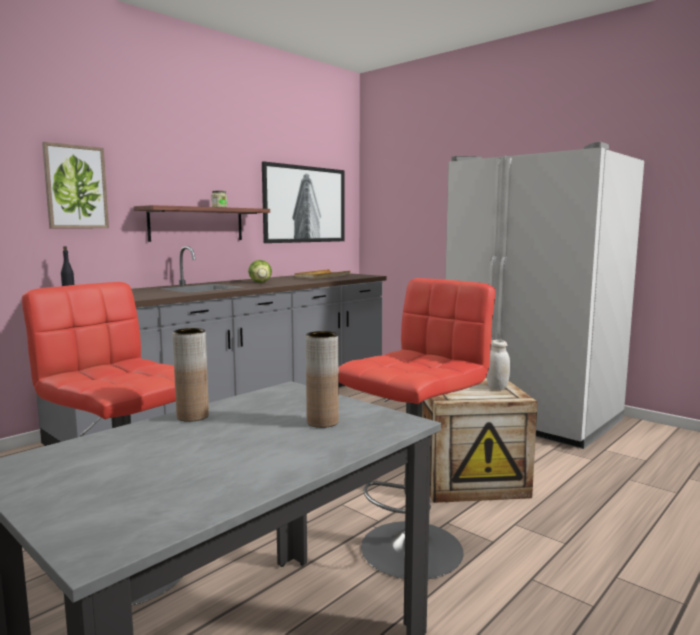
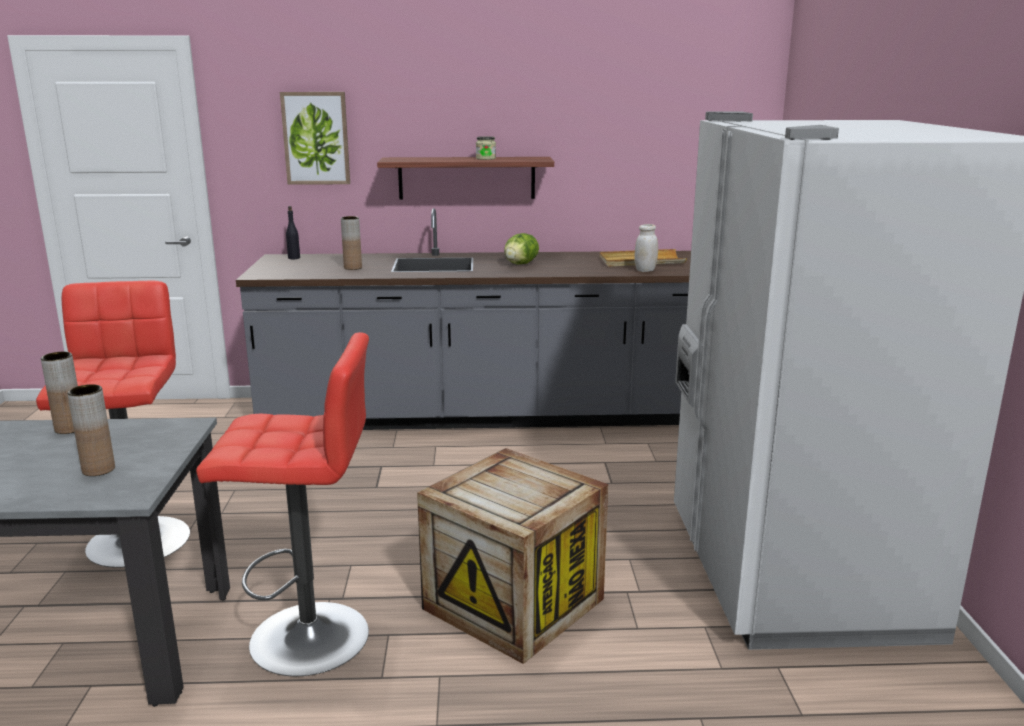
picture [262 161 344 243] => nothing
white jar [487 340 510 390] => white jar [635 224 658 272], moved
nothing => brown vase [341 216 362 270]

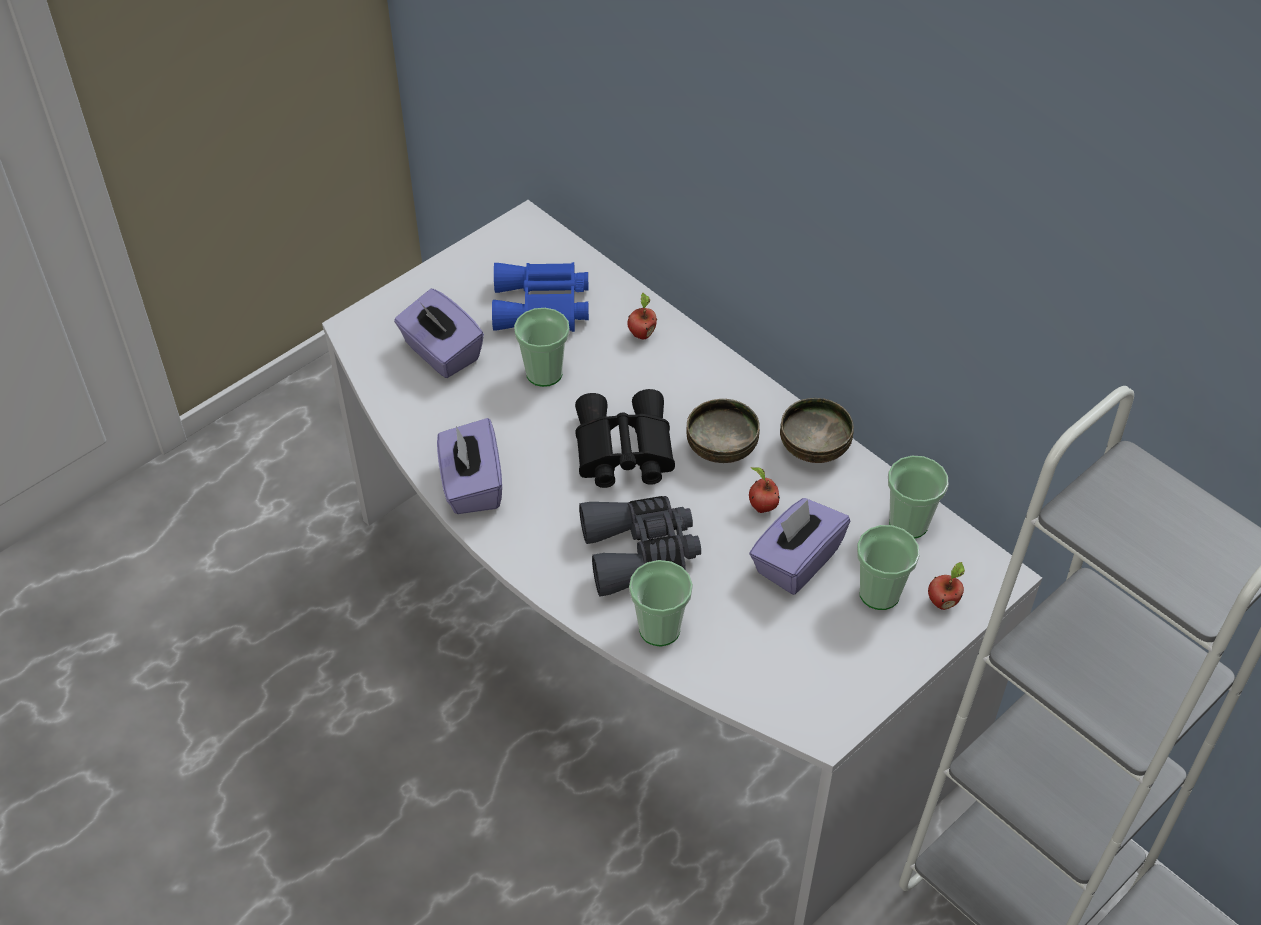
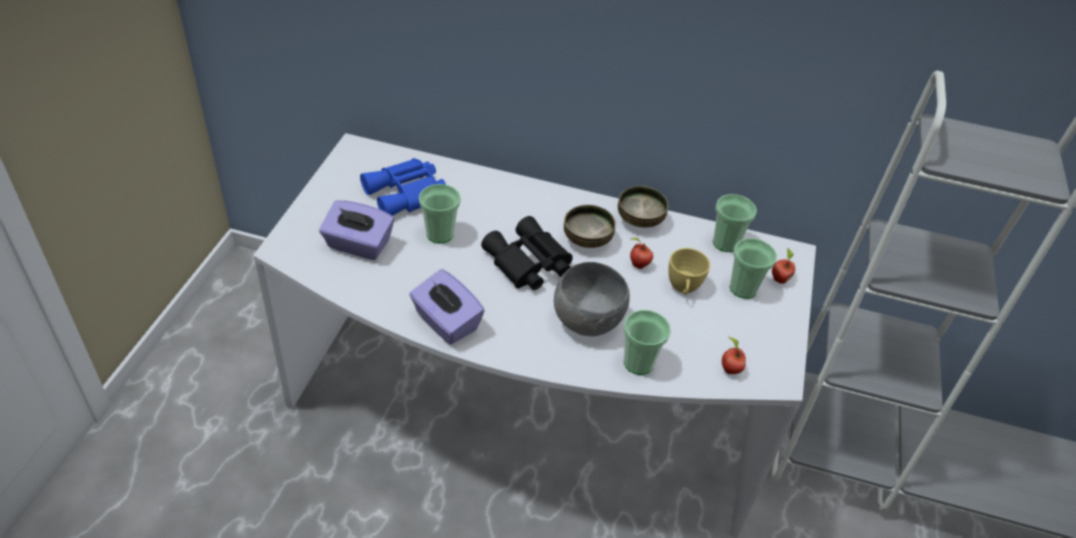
grey binoculars [579 496 701 596] => grey bowl [554 262 630 336]
apple [627 293 657 340] => apple [722 337 746 374], moved
purple tissue box [749 498 850 595] => yellow cup [668 248 710 295]

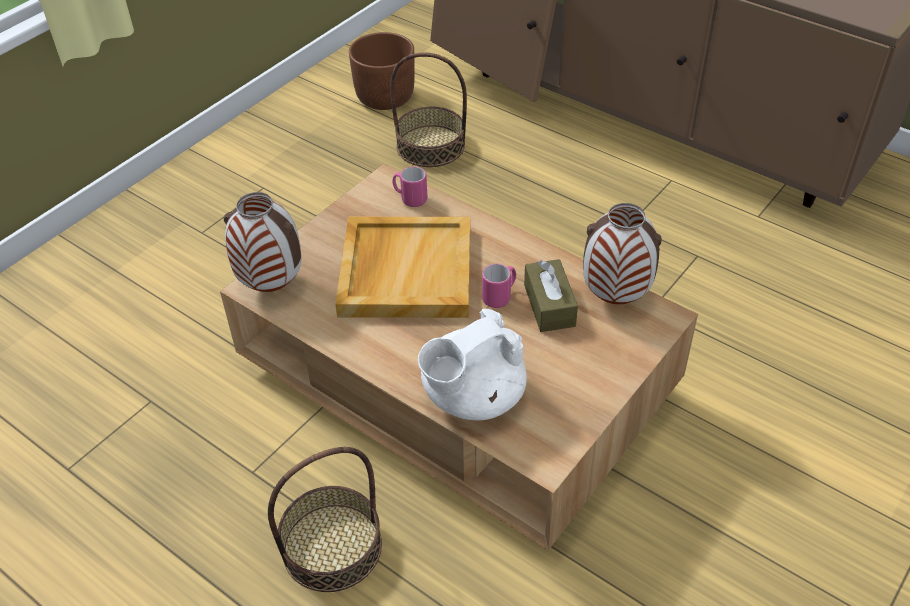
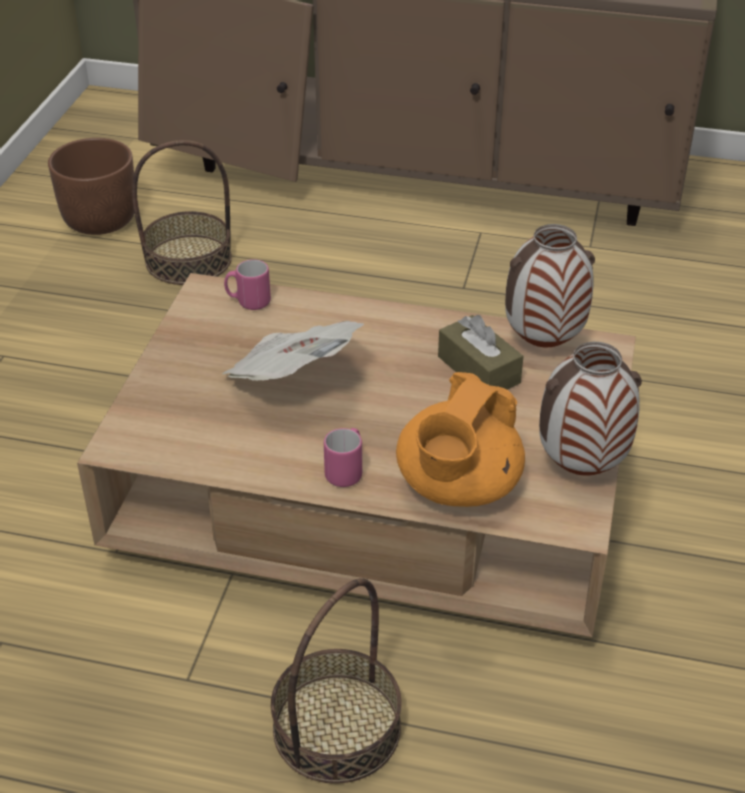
vase [224 192 302 292] => vase [539 342 642 475], moved
beige tray [335 217 470 318] => newspaper [222 321 364 381]
white teapot [418 309 527 421] => orange teapot [396 372 525 507]
pink mug [482 264 516 308] => pink mug [324 428 362 487], moved

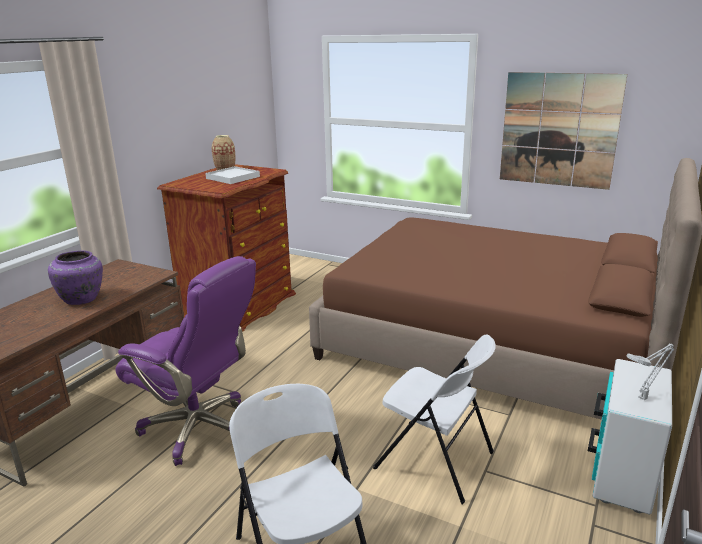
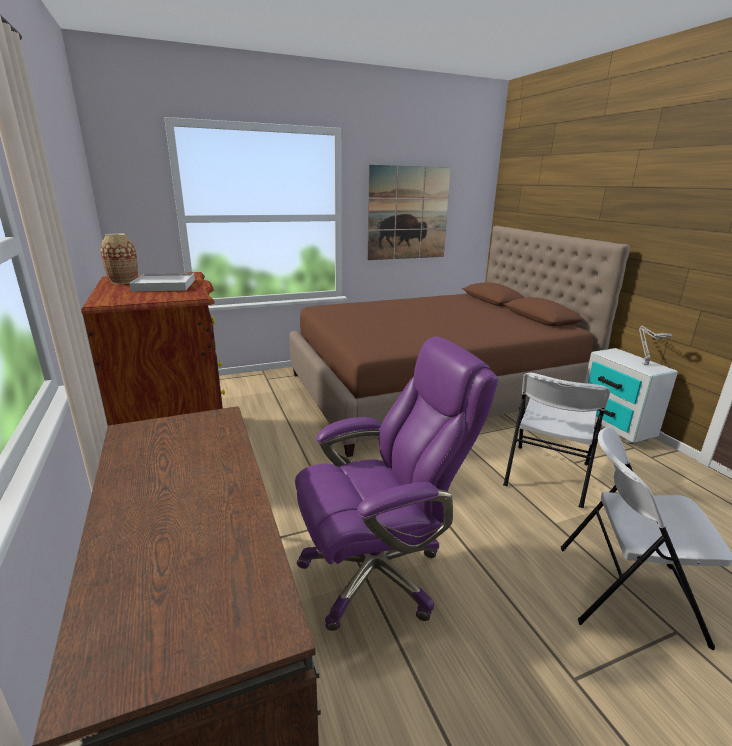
purple vase [48 250 103 305] => nothing
white chair [373 335 496 505] => white chair [503 373 610 508], 135 degrees clockwise

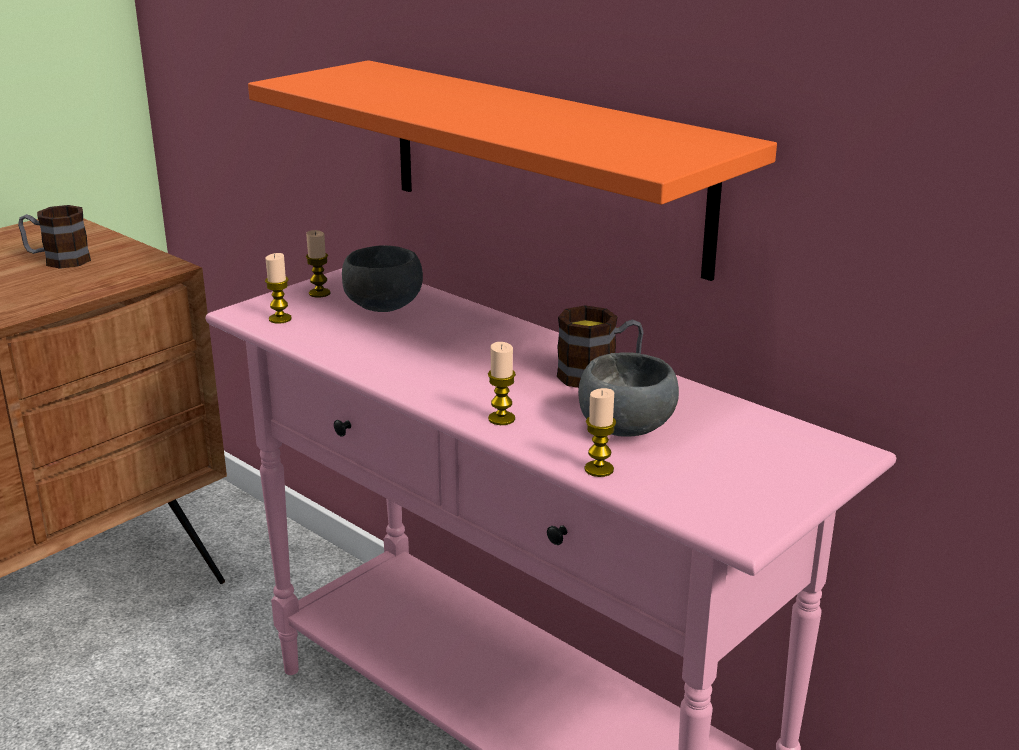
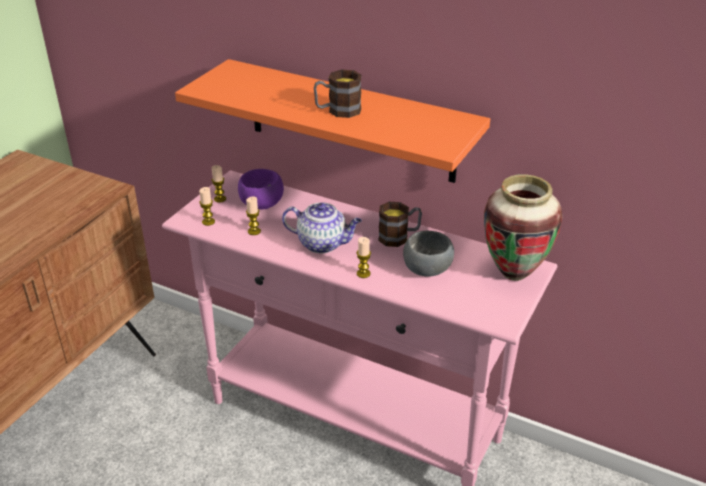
mug [18 205 91 269] => mug [314 69 362 118], moved
grey bowl [342 245 423 312] => purple bowl [238 169 284 210]
candle [585 388 616 477] => candle [246 196 261 235], moved
nothing => teapot [282 202 362 253]
nothing => vase [484 174 562 281]

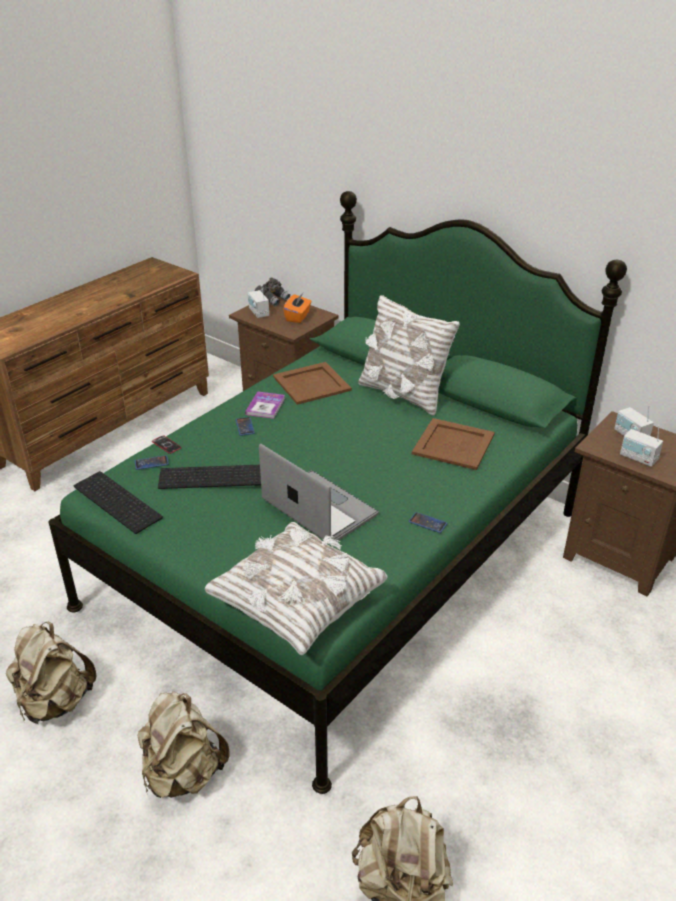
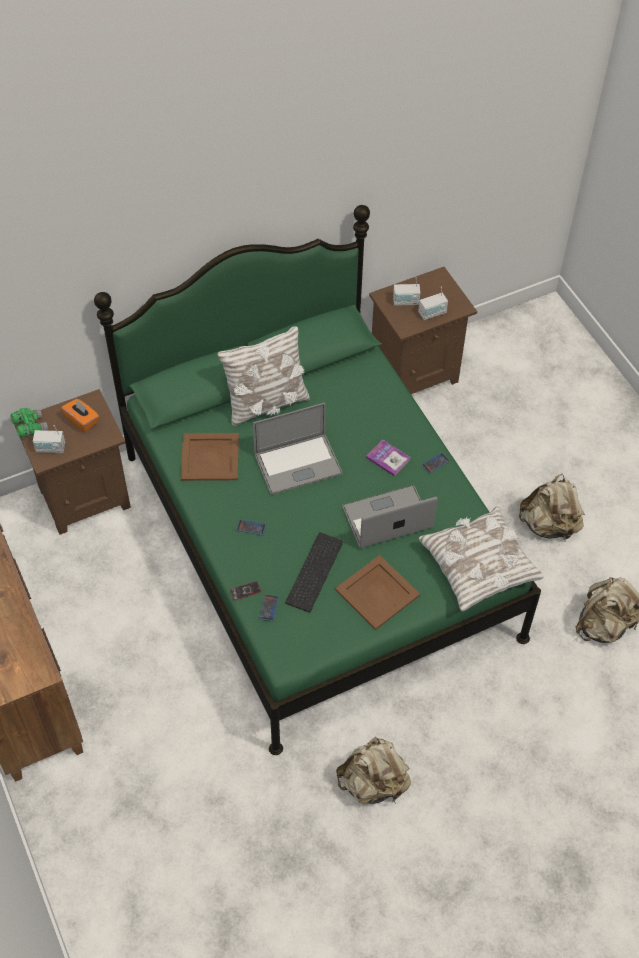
keyboard [74 471 163 534] => nothing
beige backpack [137 691 229 798] => beige backpack [519 474 585 540], moved
book [245 391 285 419] => book [366 439 411 477], moved
grey binoculars [255 278 290 306] => green binoculars [10 408 48 437]
brown tray [412 418 495 470] => brown tray [335 555 420 630], moved
nothing => laptop [253 402 342 495]

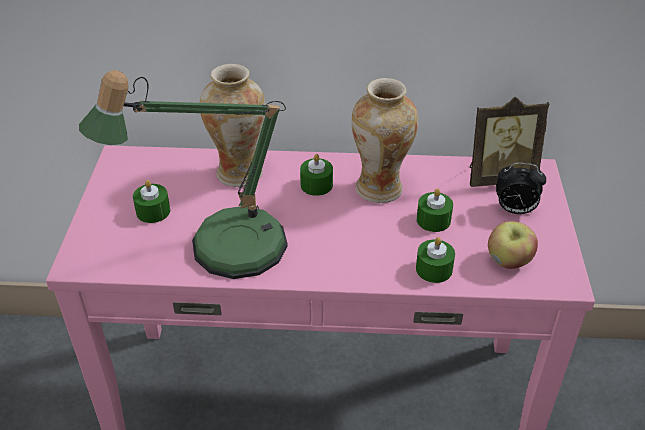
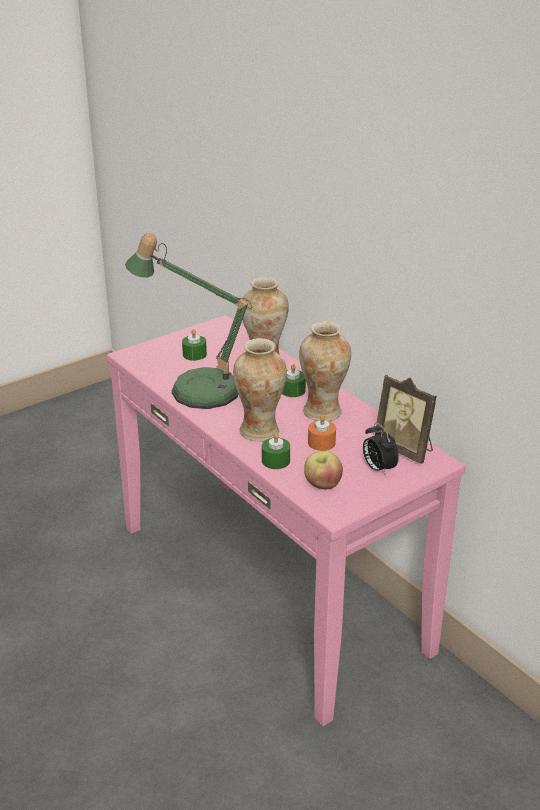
green candle [417 188 453 232] => orange candle [308 415 336 451]
nothing => vase [233 338 287 442]

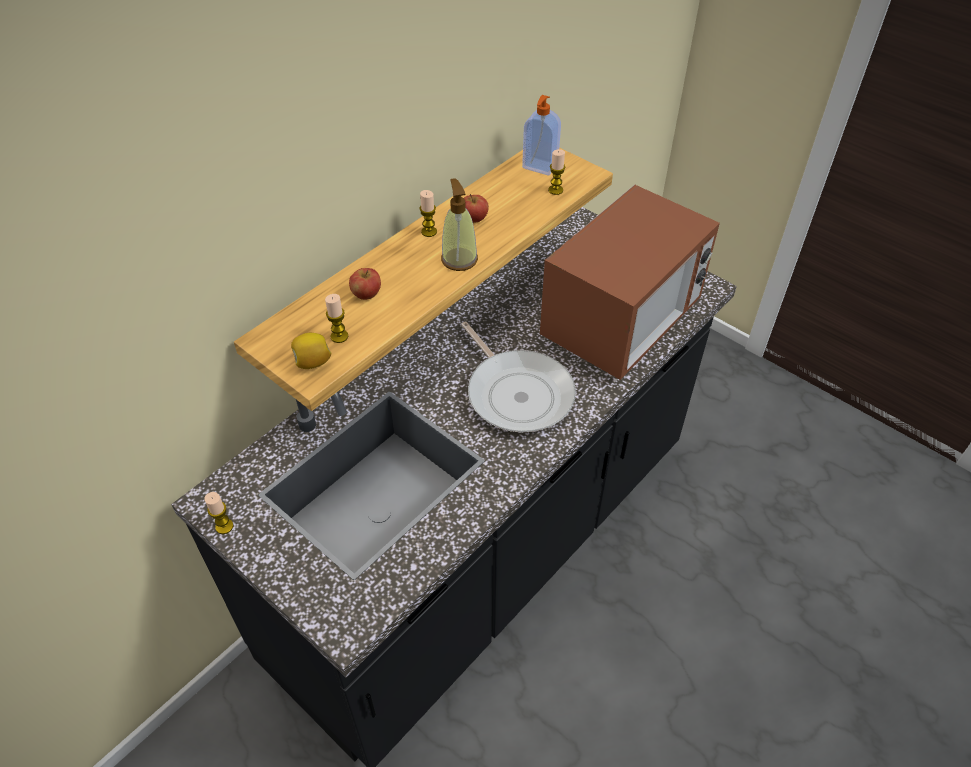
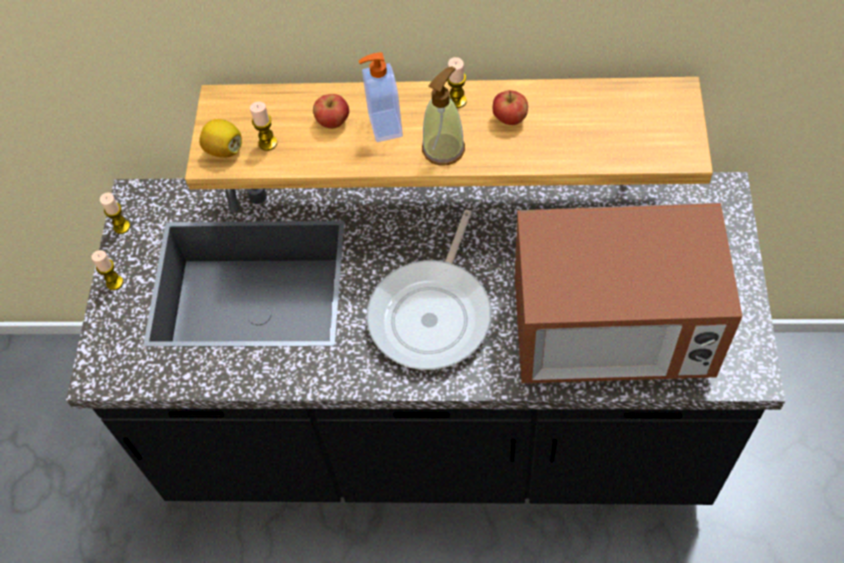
soap dispenser [522 95 561 175] => soap dispenser [359 52 403 142], moved
candle [548 149 565 195] => candle [91 250 123 290], moved

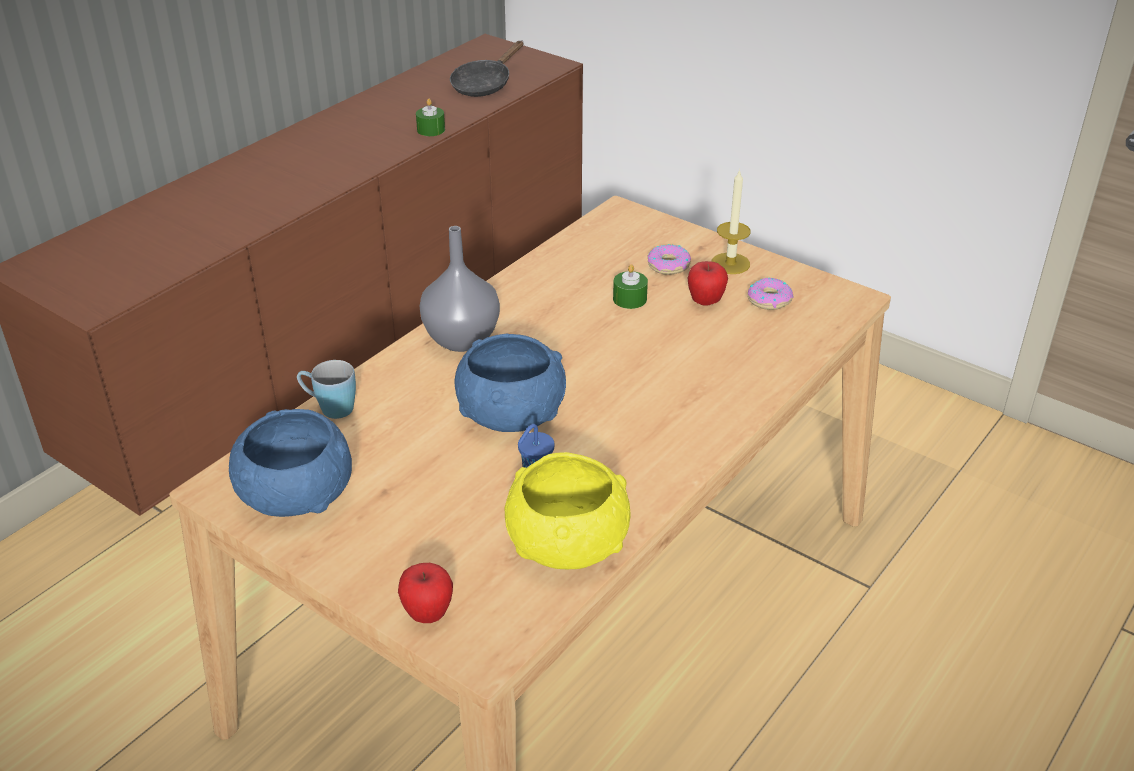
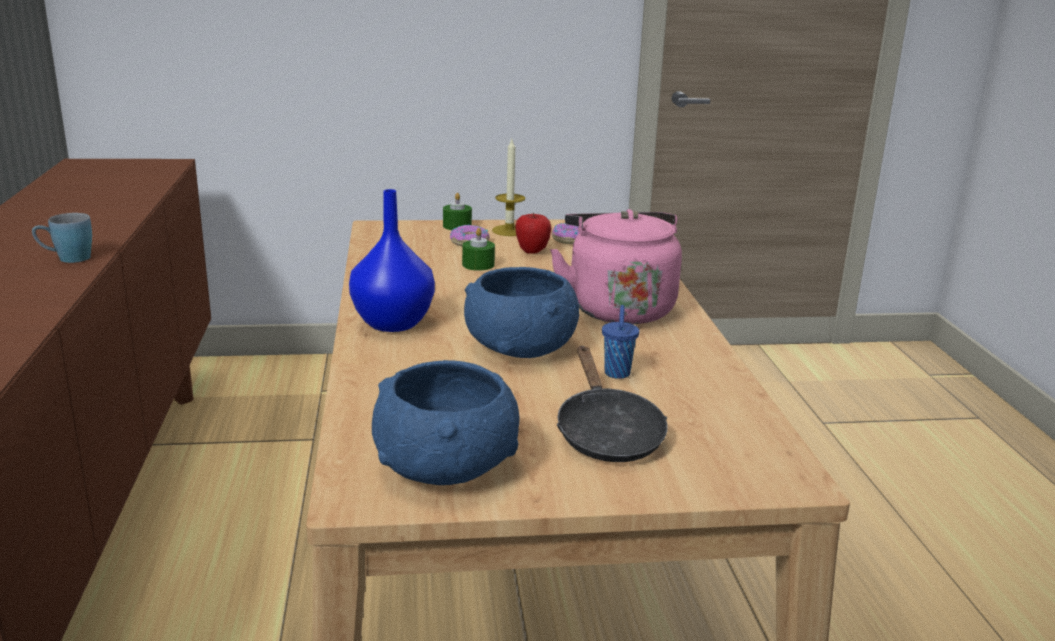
blue mug [297 360 356 419] => blue mug [32 213 92 263], moved
apple [398 563 453 623] => nothing
green candle [416 99 445 136] => green candle [443 193 472 230], moved
grey vase [419 226 500 352] => blue vase [349 189 435 332]
black frying pan [450 41 524 97] => black frying pan [557 346 668 462], moved
yellow bowl [505 452 631 569] => nothing
nothing => pink kettle [550 209 682 324]

